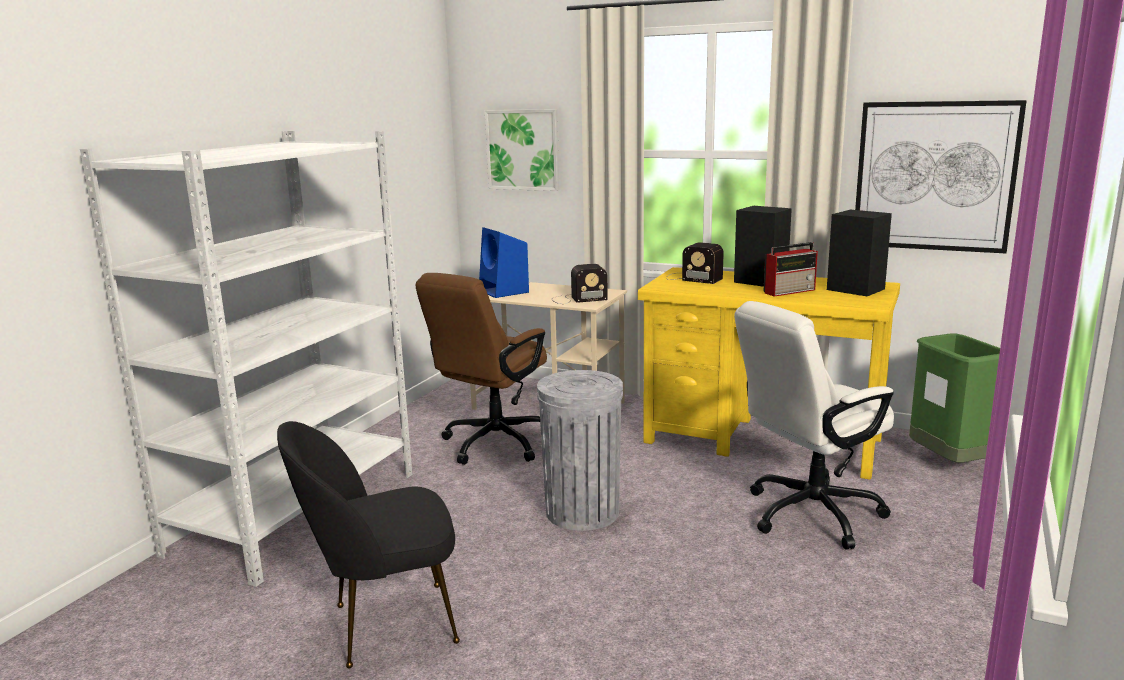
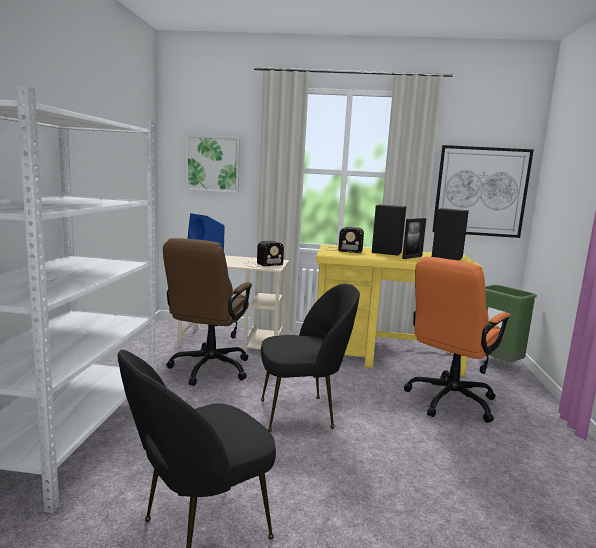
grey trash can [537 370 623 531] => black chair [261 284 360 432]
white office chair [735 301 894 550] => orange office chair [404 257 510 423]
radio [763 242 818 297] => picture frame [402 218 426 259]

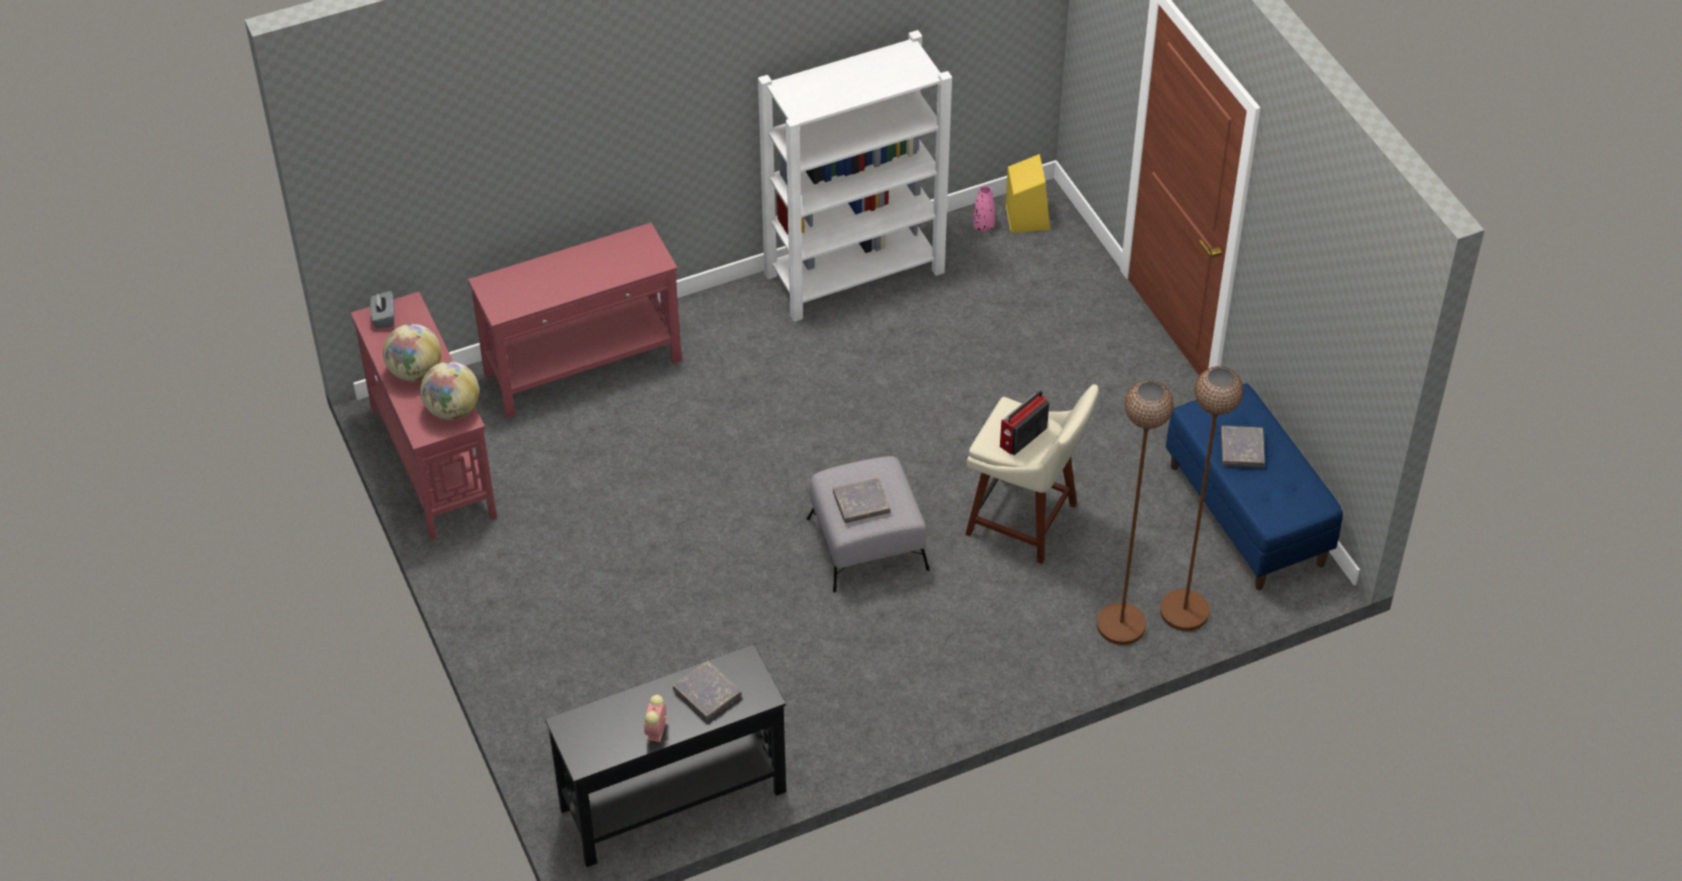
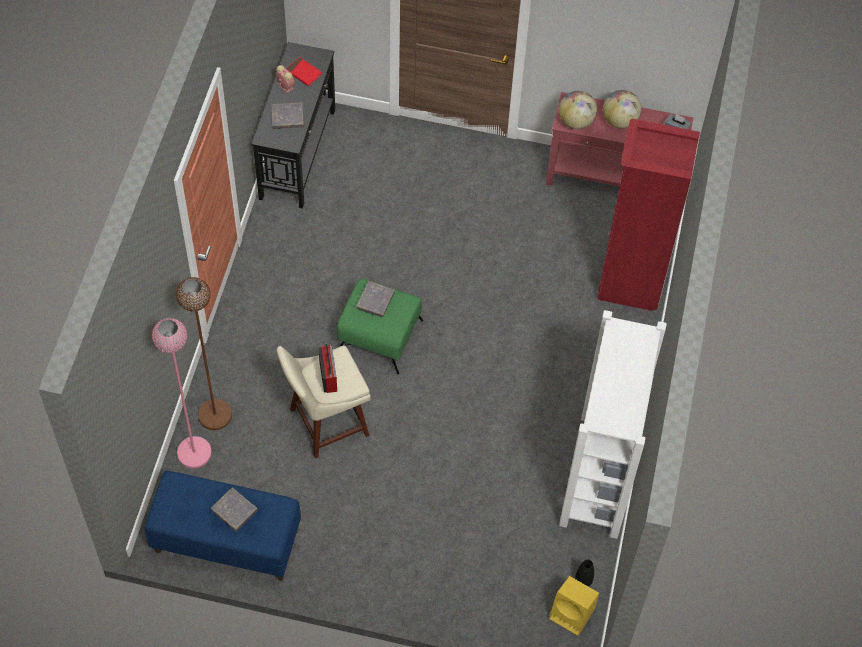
red console table [468 223 682 418] => red cabinet [597 119 700 311]
grey ottoman [807 456 930 592] => green ottoman [337 278 423 374]
pink vase [973 186 995 232] => black vase [575 559 594 587]
brown floor lamp [1160 366 1243 631] => pink floor lamp [152 318 212 468]
nothing => red book [286 57 322 86]

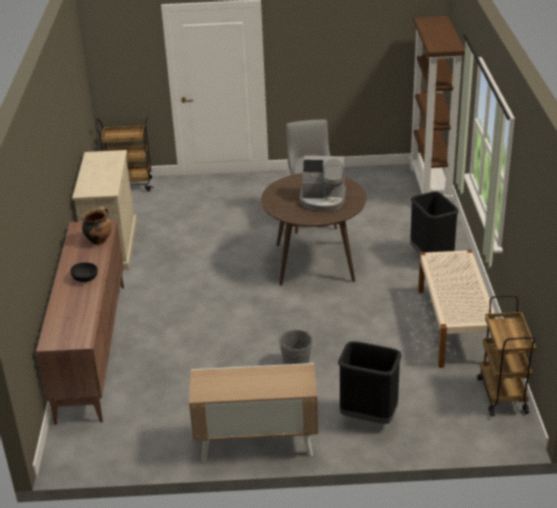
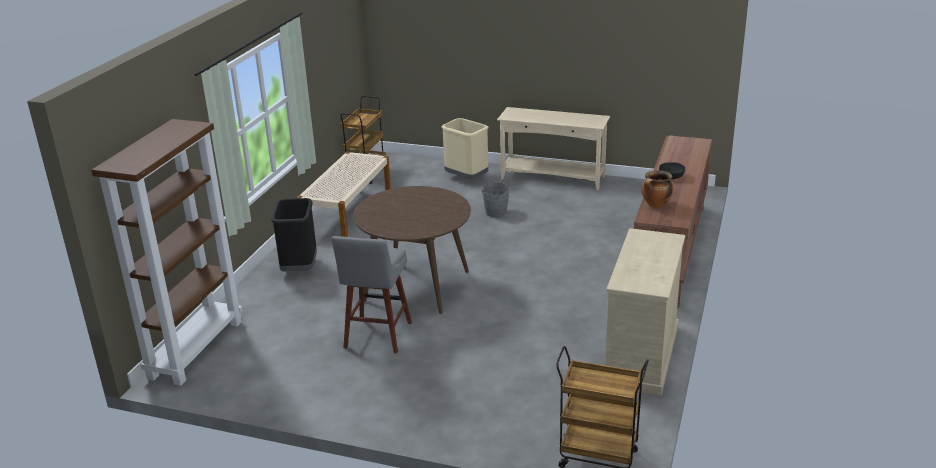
cabinet [189 363 318 462] => beige console table [497 107 610 190]
coffee machine [299 156 346 211] => nothing
black trash can [338 341 402 424] => beige trash can [441 118 489 179]

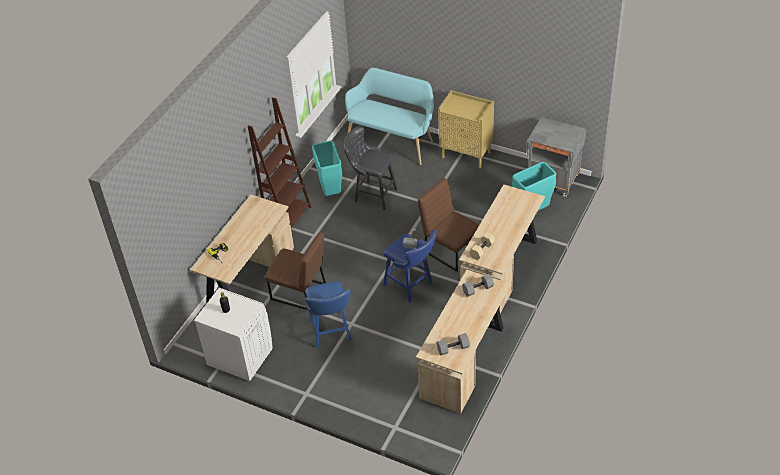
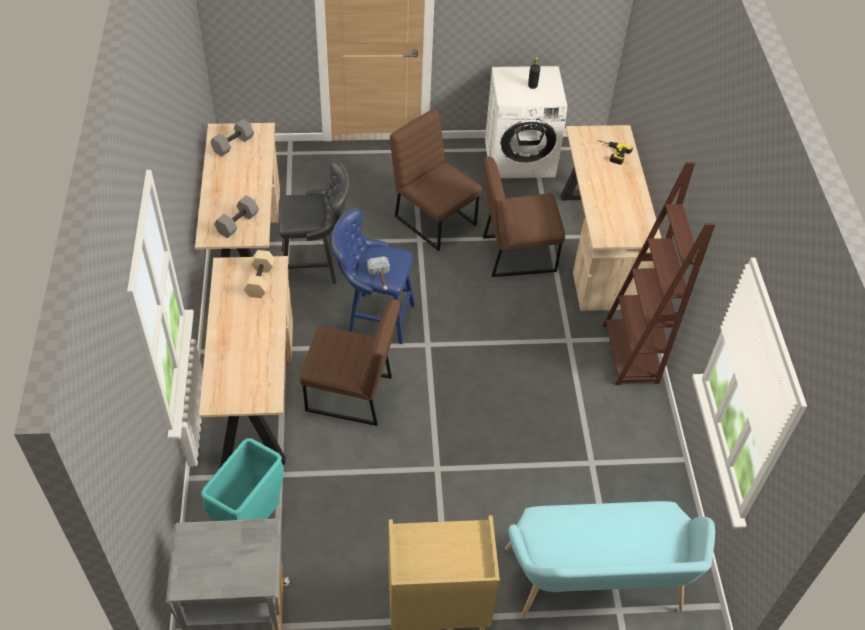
blue stool [305 281 352 348] => brown chair [390 109 482 251]
turquoise trash can [312 141 342 196] => nothing
grey stool [343 126 398 210] => grey stool [278 161 350 284], moved

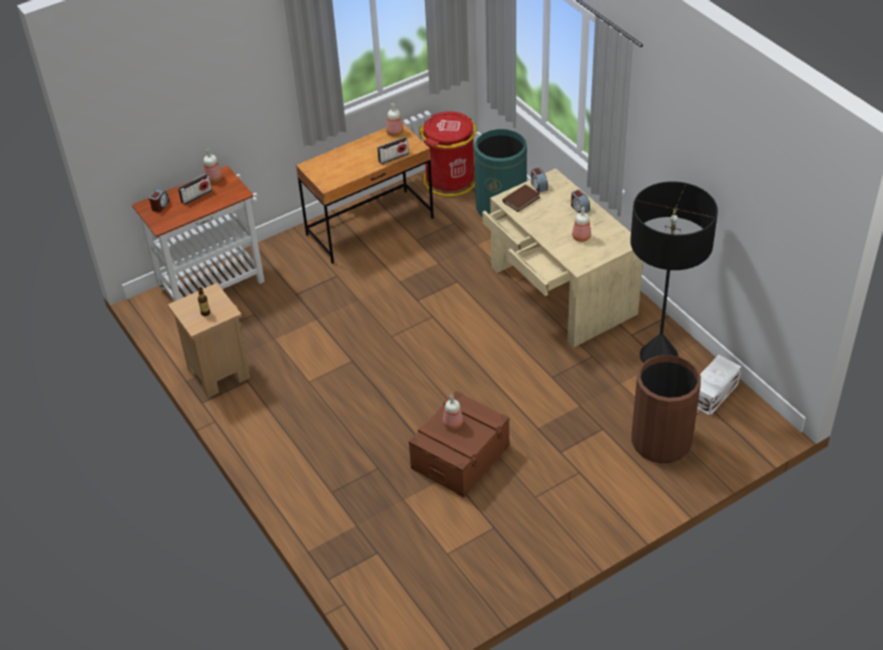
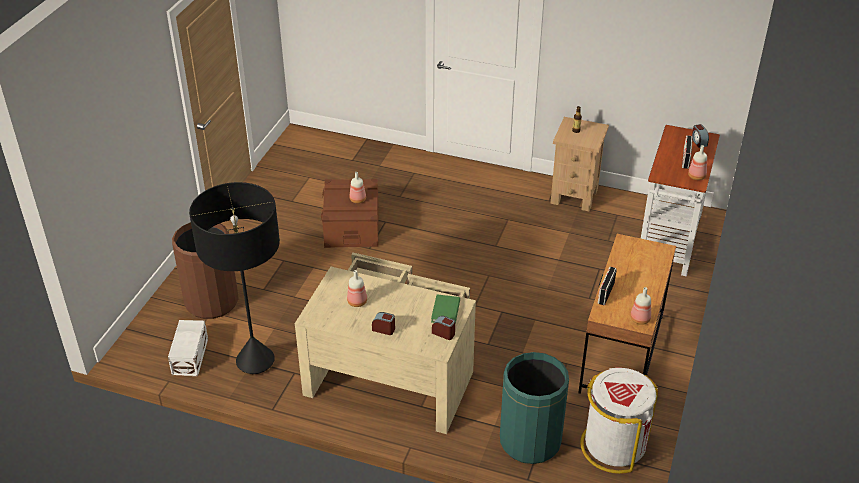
red trash can [419 111 476 197] => white trash can [580 367 658 474]
brown book [502 185 540 212] => green book [431 295 460 324]

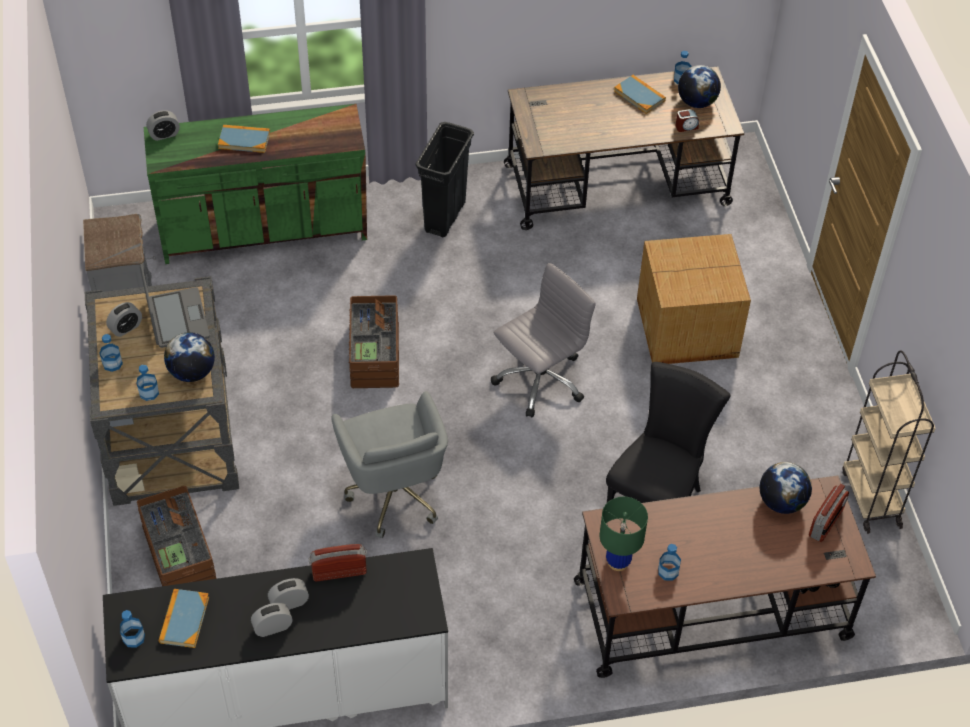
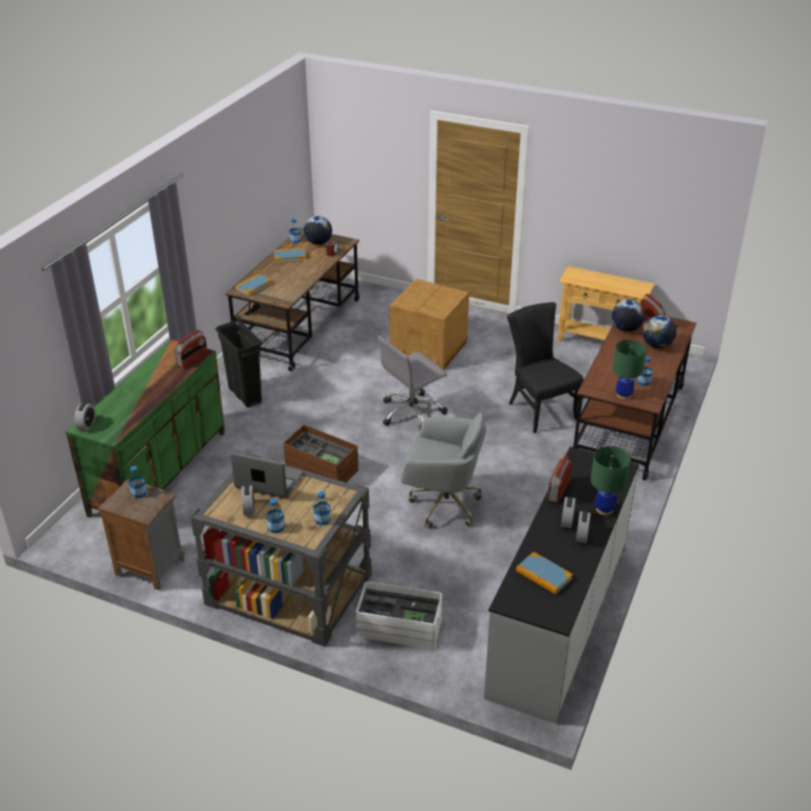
bottle [120 610 145 648] => bottle [129 466 147 498], moved
brown storage box [137 486 217 586] => white storage box [356 582 442 650]
globe [164 332 215 382] => globe [642 315 676 349], moved
book [218 125 270 153] => book [235 274 273 296], moved
grey office chair [491 263 596 417] => grey office chair [378 336 447 429], 120 degrees counterclockwise
beige cart [842 351 936 534] => beige console table [557 266 655 342]
nothing => radio [175 330 207 368]
nothing => green table lamp [591 446 631 515]

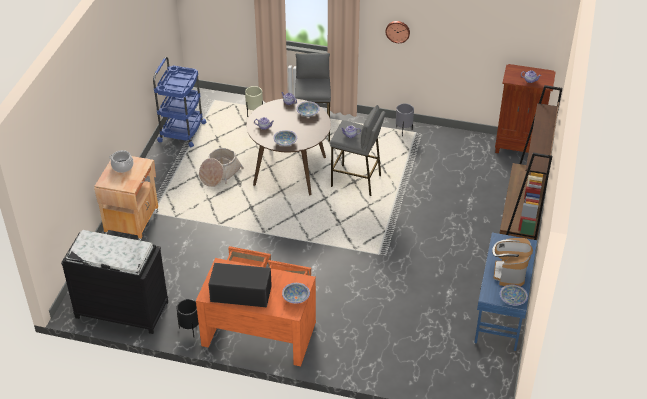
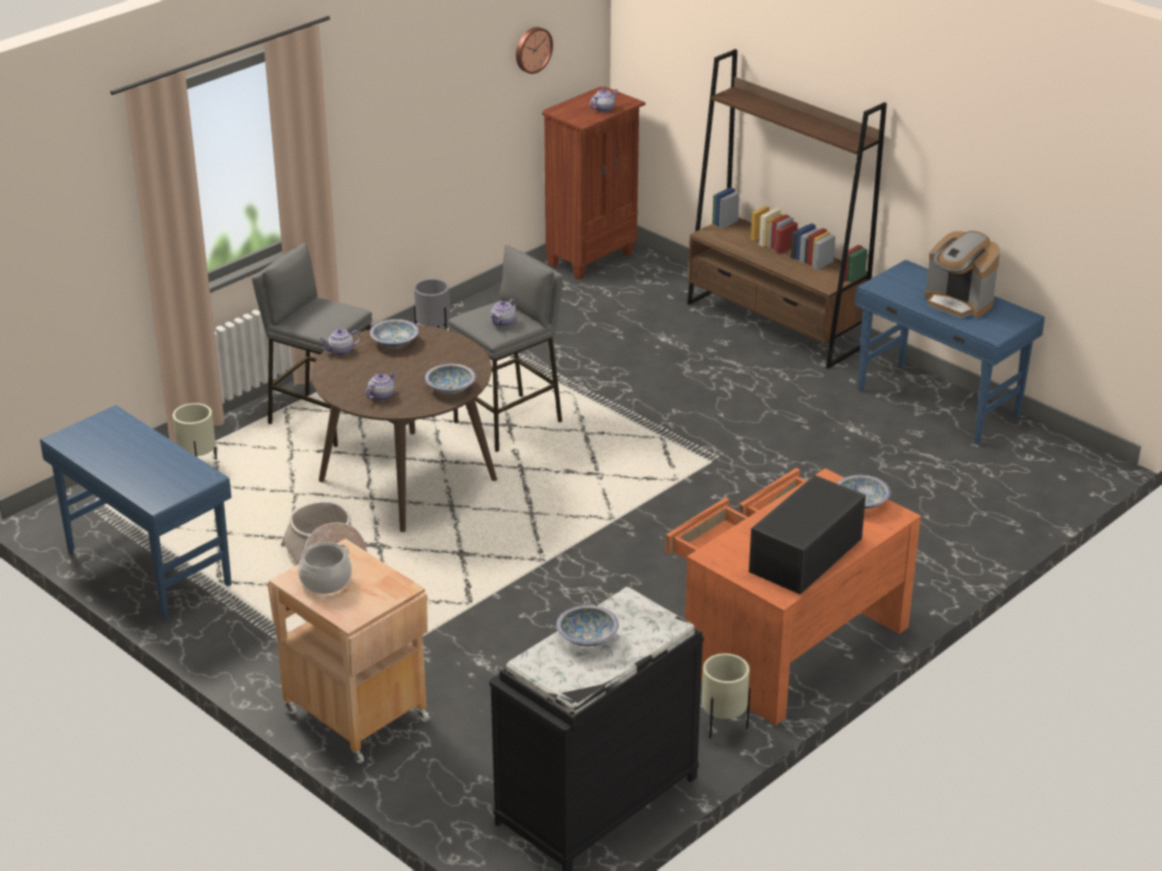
blue cart [153 57 206 147] => blue console table [40 405 232 621]
black planter [177 299 199 337] => beige planter [702 653 750 738]
wall clock [385 21 410 43] => wall clock [516 27 553 74], moved
bowl [500 284 528 306] => bowl [556 605 619 647], moved

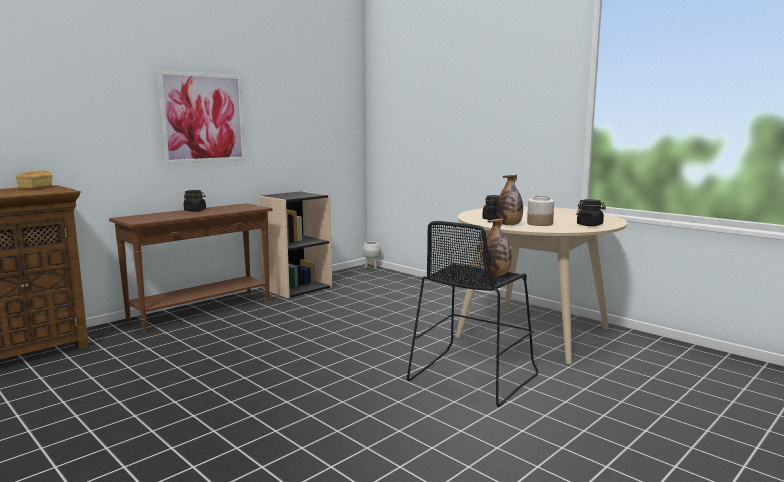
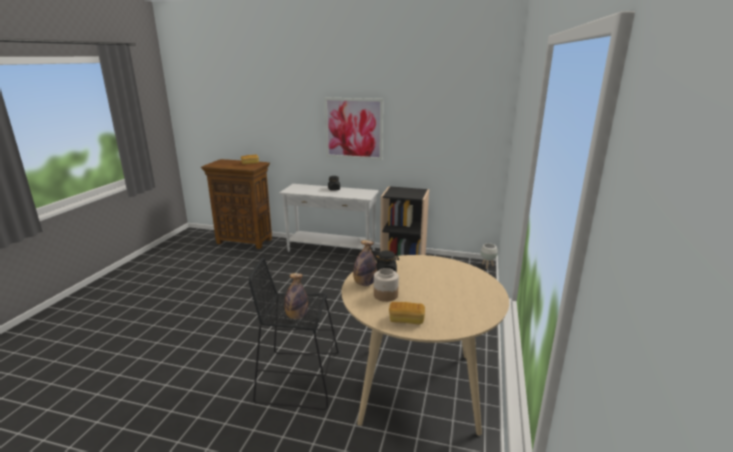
brown console table [109 203 273 333] => white console table [279 184 379 252]
black jar [576 199 606 226] => bread [389 302 425 324]

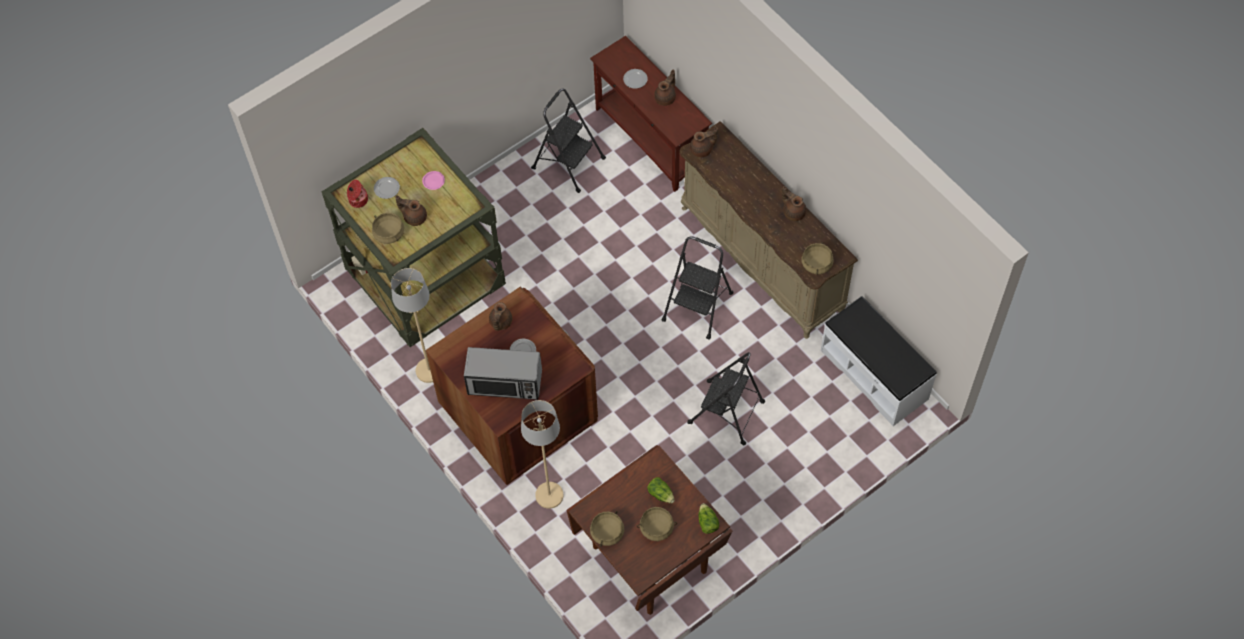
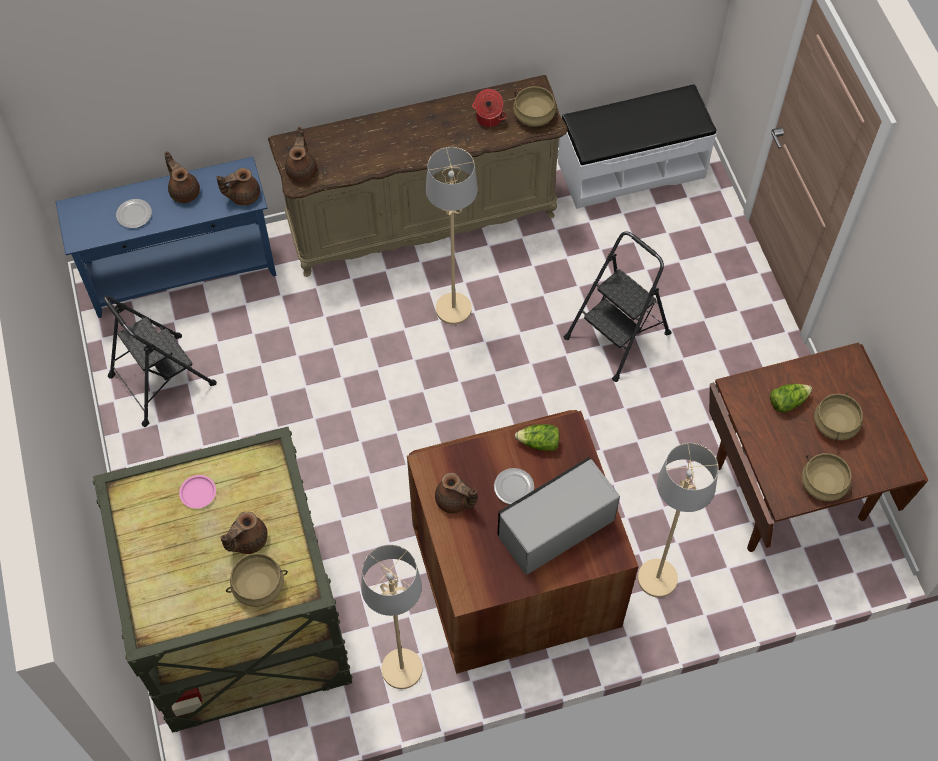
cooking pot [347 180 368 208] => cooking pot [472 89 506 127], moved
plate [374 177 400 199] => nothing
microwave [464 347 542 400] => microwave [497 457 620 575], 150 degrees counterclockwise
brown console table [590 36 712 192] => blue console table [56 157 277 318]
black step ladder [661 236 734 339] => beige floor lamp [425 147 478 325]
lettuce [698 503 719 534] => lettuce [515 424 560 451], moved
brown teapot [782 186 806 221] => brown teapot [216 168 260 206], moved

